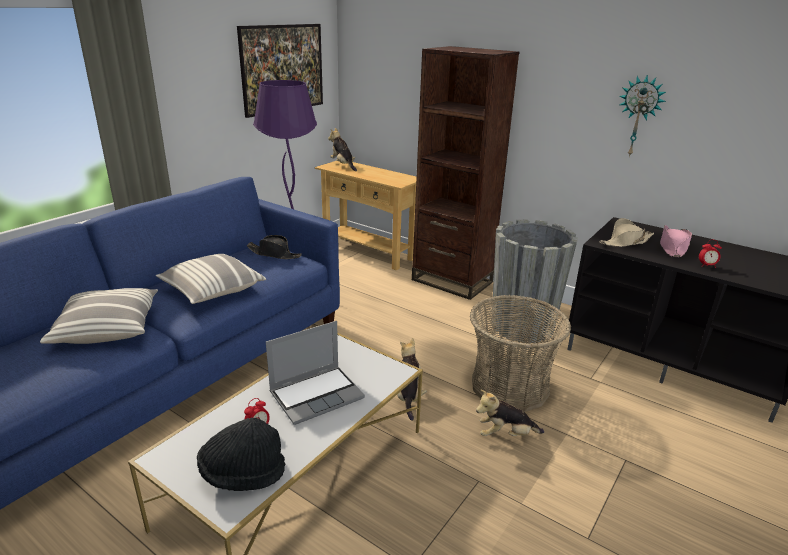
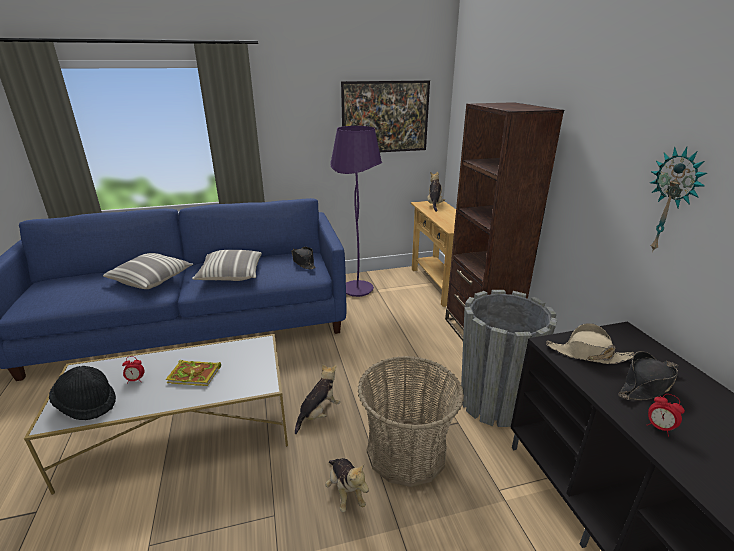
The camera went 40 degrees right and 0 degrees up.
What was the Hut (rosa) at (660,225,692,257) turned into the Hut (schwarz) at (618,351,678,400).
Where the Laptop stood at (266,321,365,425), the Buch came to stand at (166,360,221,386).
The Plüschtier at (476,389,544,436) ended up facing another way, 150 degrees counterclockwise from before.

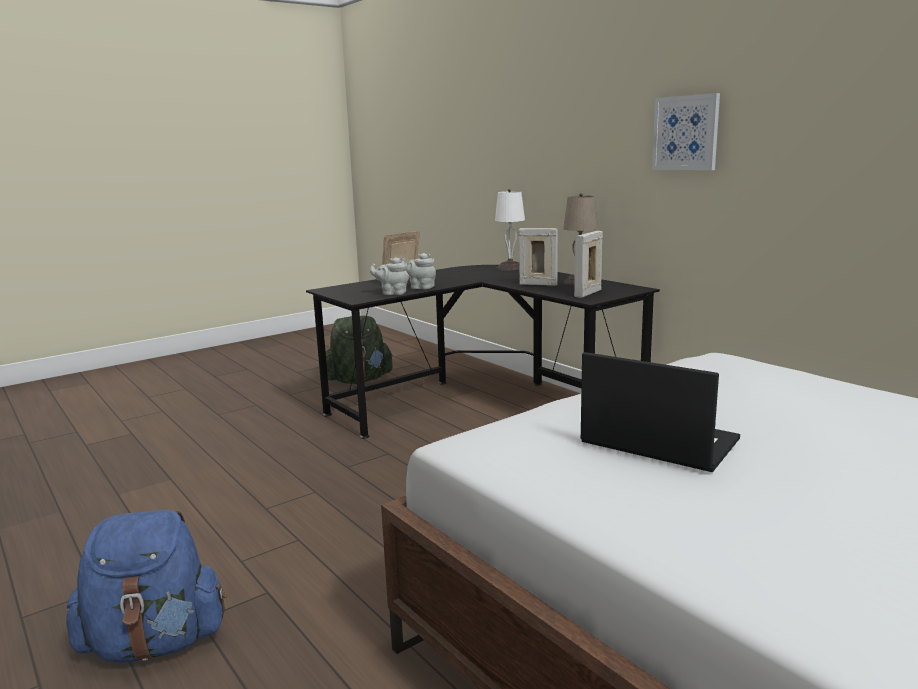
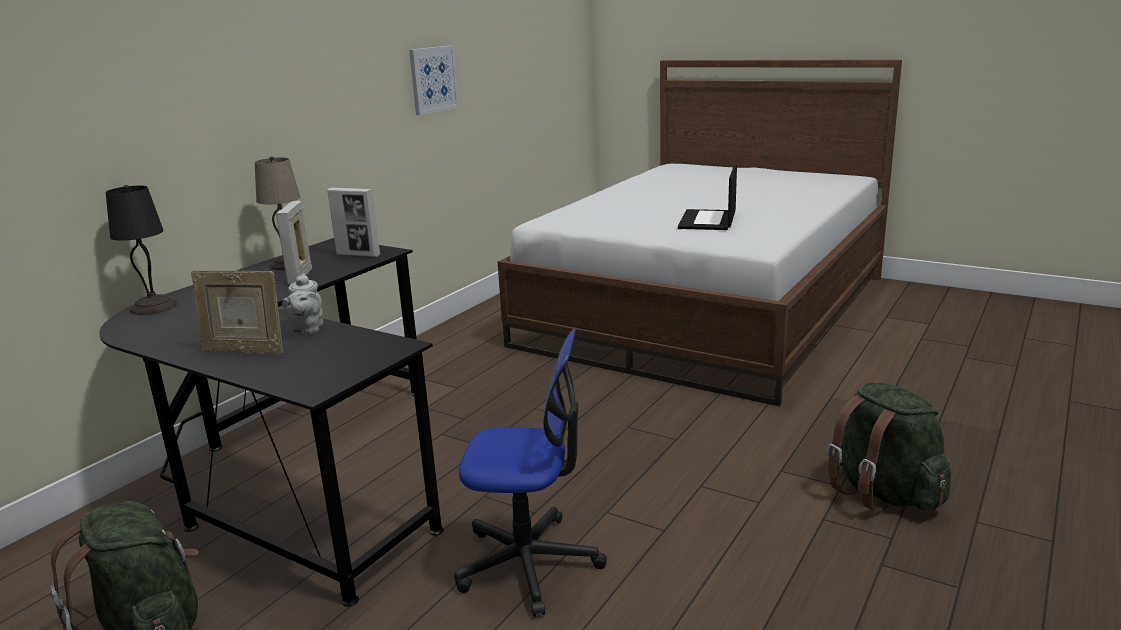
The camera went 110 degrees left and 5 degrees up.
The Bild ended up elsewhere, having gone from (652,93,720,170) to (409,45,459,115).
What was the Tischlampe (weiß) at (495,189,525,271) turned into the Tischlampe (schwarz) at (106,185,178,315).
The second view lost the Teekanne (grau) at (370,257,409,295).
What was the Rucksack (blau) at (66,510,227,662) turned into the Rucksack (grün) at (827,383,951,512).
The second view gained the Bürostuhl at (454,329,607,617).

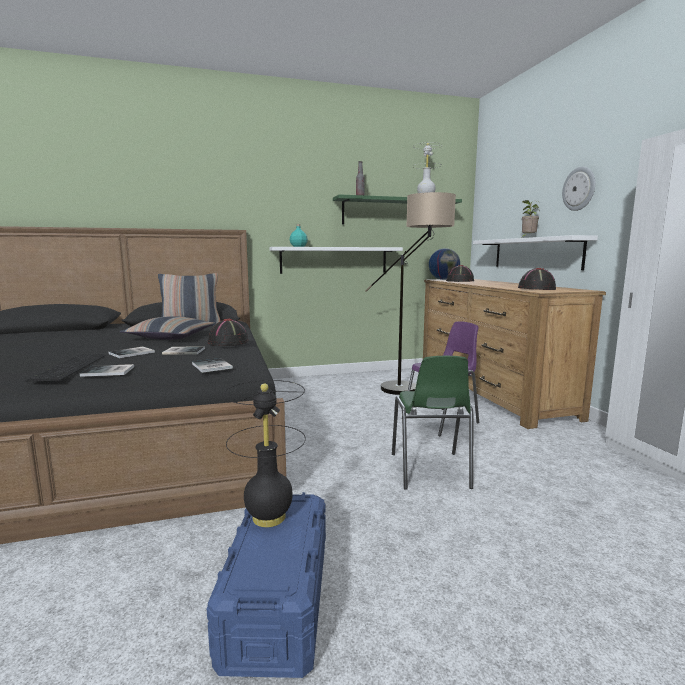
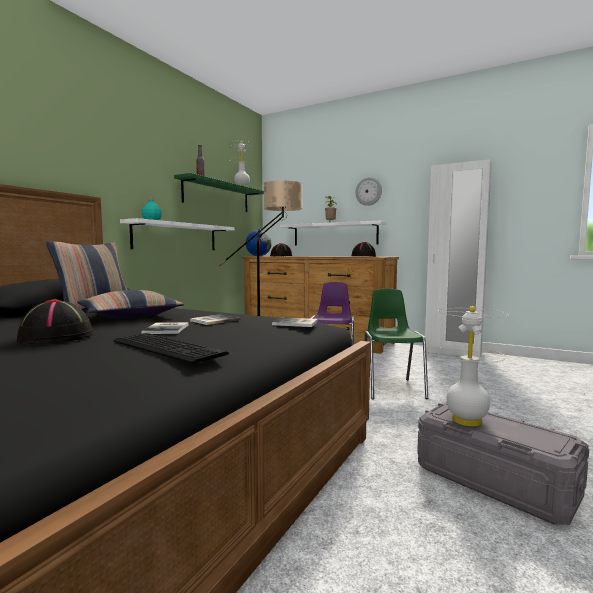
The camera went 45 degrees left and 5 degrees down.
The Hut (schwarz) ended up elsewhere, having gone from (208,318,249,346) to (17,299,93,344).
The Stuhl (grün) at (392,356,473,490) ended up facing another way, 135 degrees counterclockwise from before.
The second view lost the Buch at (80,364,134,377).
What was the Tischlampe (schwarz) at (223,380,306,527) turned into the Tischlampe (weiß) at (436,306,509,426).
What was the Aufbewahrungsbox (blau) at (206,492,326,678) turned into the Aufbewahrungsbox (grau) at (417,402,589,525).

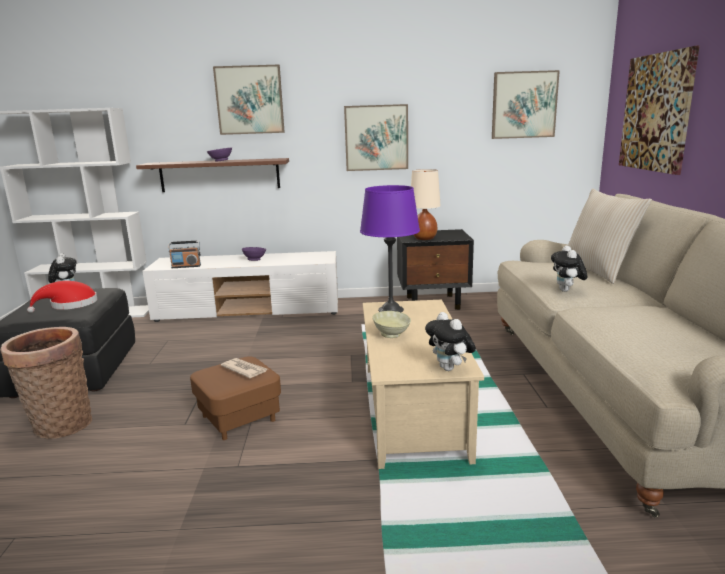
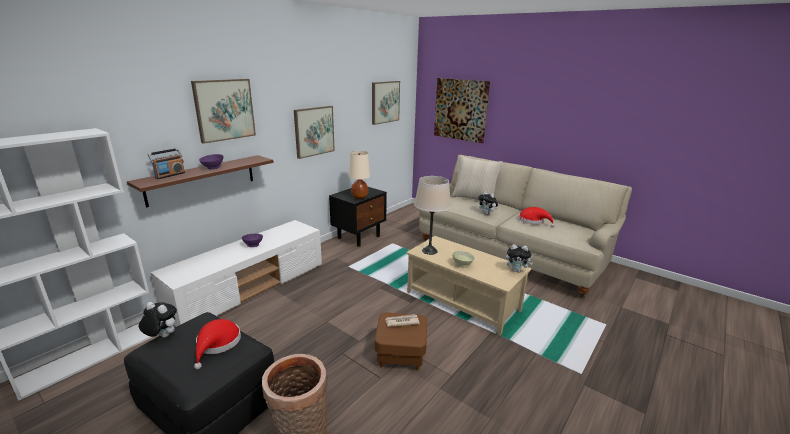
The camera went 50 degrees left and 5 degrees up.
What was the Tischlampe (lila) at (360,185,420,312) turned into the Tischlampe (beige) at (414,176,451,255).
The Radio ended up elsewhere, having gone from (168,241,201,268) to (148,148,185,179).
The second view gained the Hut (rot) at (518,207,555,227).

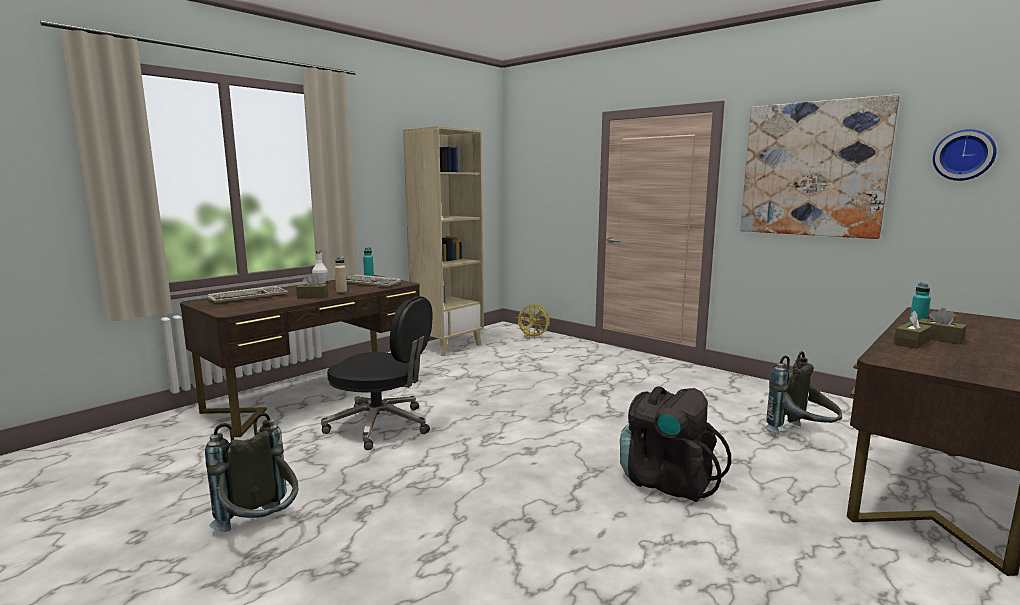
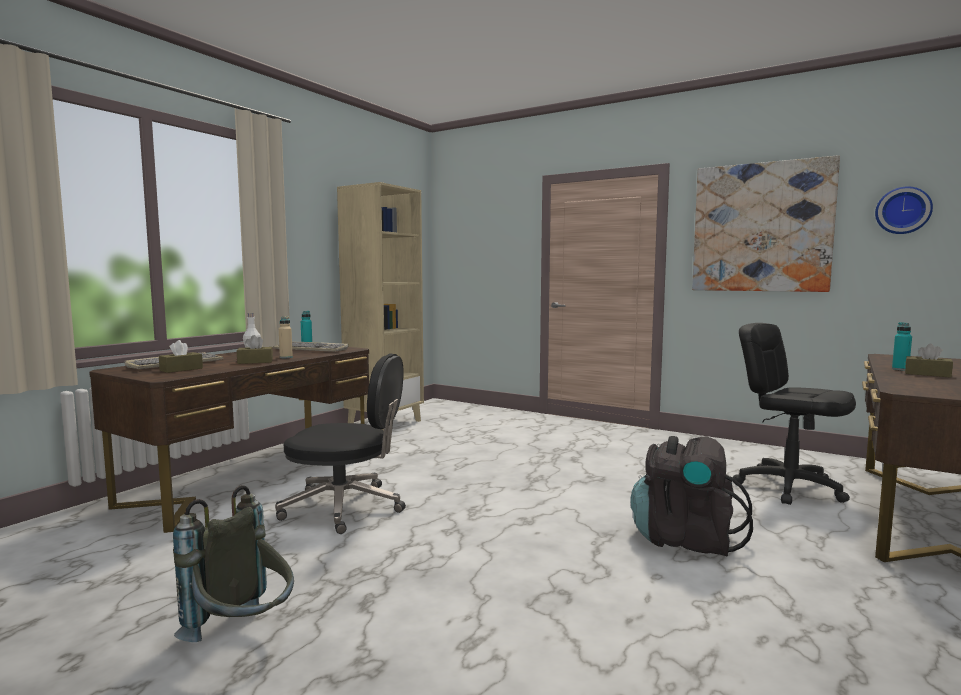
The camera went 10 degrees left and 5 degrees down.
The second view lost the Ventilator (gelb) at (517,304,550,339).
The Taschentuchbox (braun) ended up elsewhere, having gone from (894,311,932,349) to (159,340,203,373).
Where the Rucksack (grau) stood at (764,351,842,435), the Bürostuhl (schwarz) came to stand at (733,323,856,505).

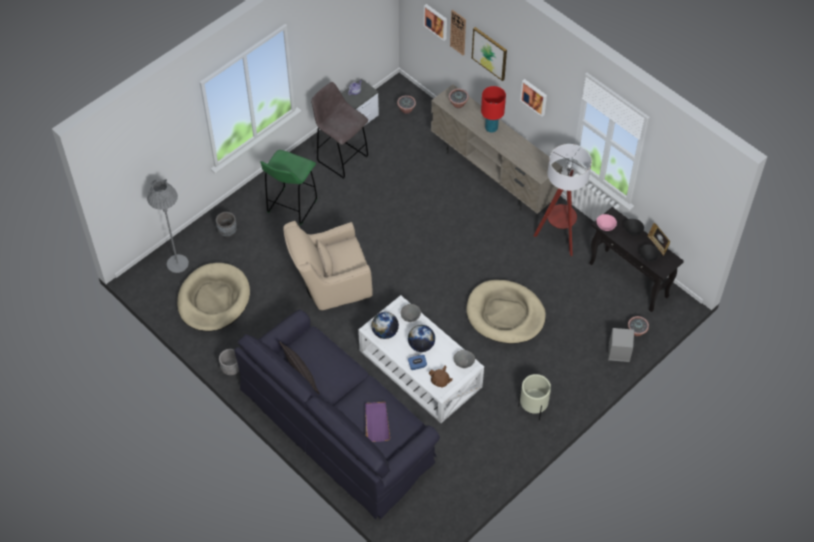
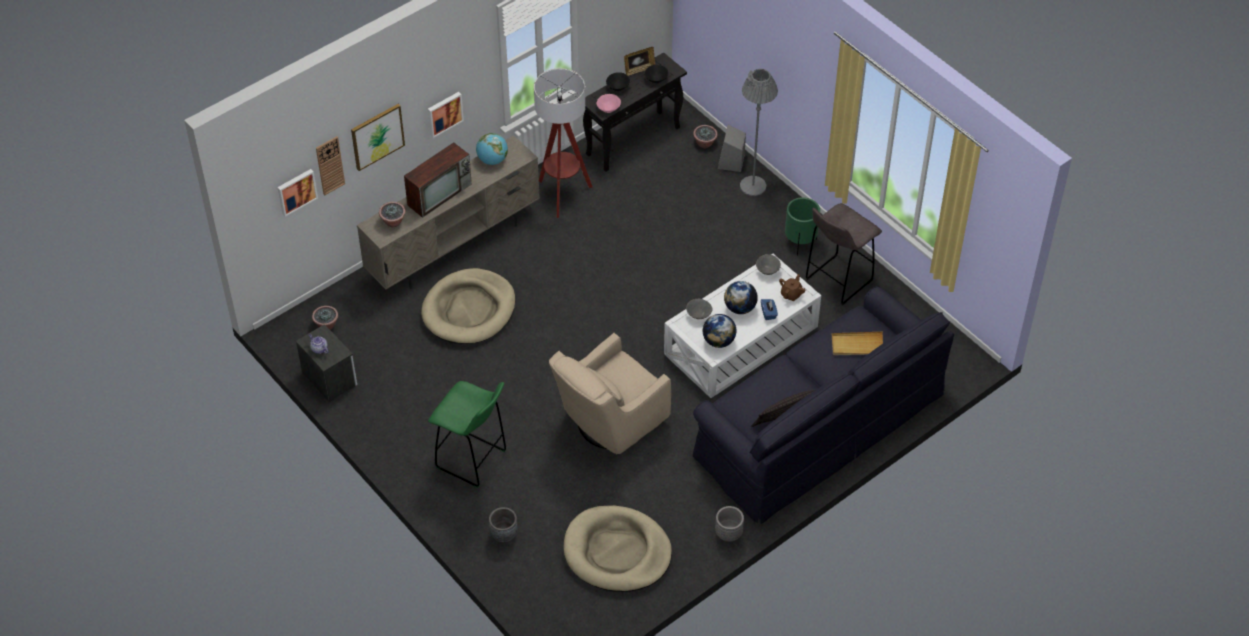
The camera went 85 degrees left and 5 degrees down.
The Hocker (grau) ended up elsewhere, having gone from (311,82,368,179) to (806,203,882,305).
Where the Tischlampe (rot) stood at (481,86,506,133), the Fernseher came to stand at (404,142,472,218).
The Stehlampe (grau) ended up elsewhere, having gone from (147,179,189,273) to (740,69,778,196).
The Sessel (beige) at (283,221,373,310) ended up facing another way, 60 degrees clockwise from before.
The Hundebett (beige) ended up elsewhere, having gone from (466,280,546,344) to (421,268,516,344).
What was the Pflanzkübel (beige) at (518,374,551,420) turned into the Pflanzkübel (grün) at (785,197,820,256).
What was the Tablett (lila) at (365,402,390,442) turned into the Tablett (beige) at (832,332,883,355).
The second view gained the Globus at (476,133,508,165).

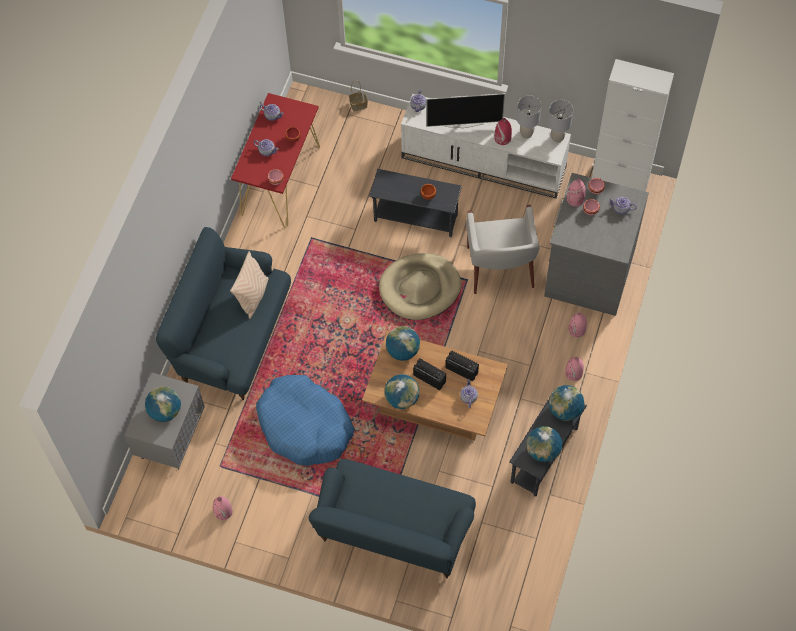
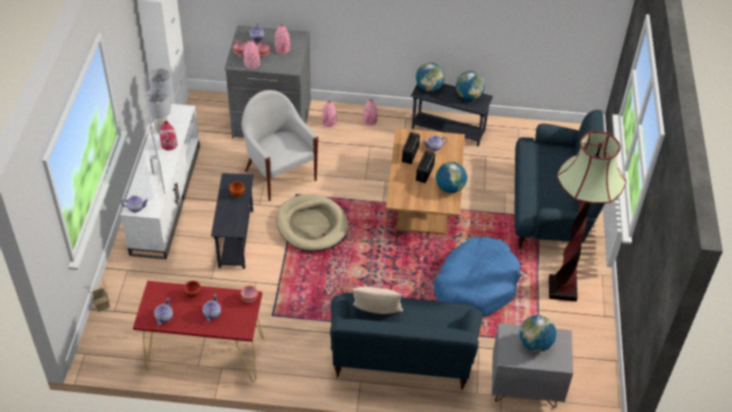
The camera went 105 degrees left and 15 degrees down.
The Sessel (weiß) at (466,205,540,294) ended up facing another way, 105 degrees counterclockwise from before.
The second view lost the Globus at (386,326,420,361).
The Vase (rosa) ended up elsewhere, having gone from (213,496,232,520) to (274,24,290,54).
The second view gained the Stehlampe at (549,131,626,301).

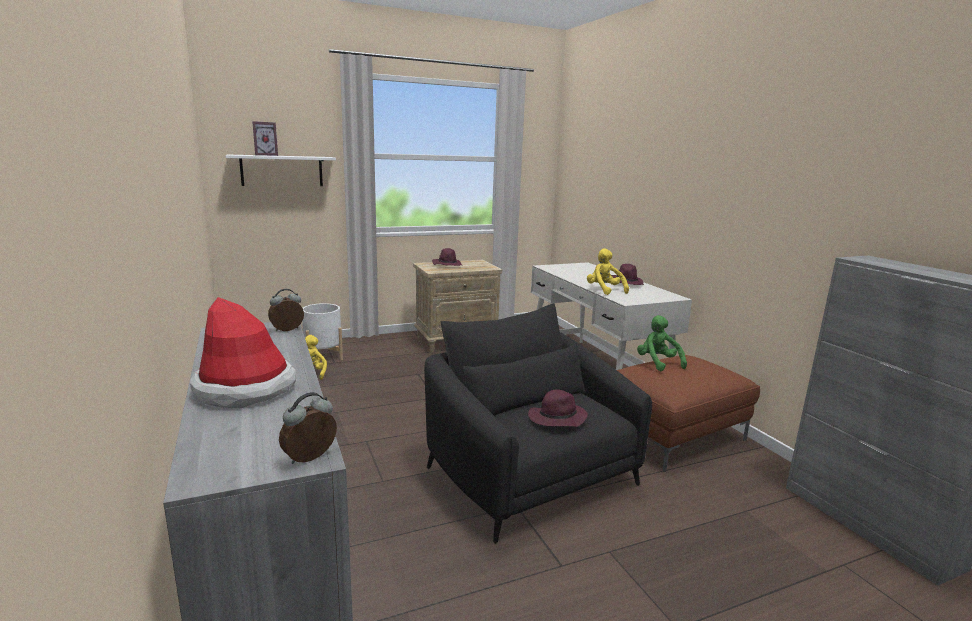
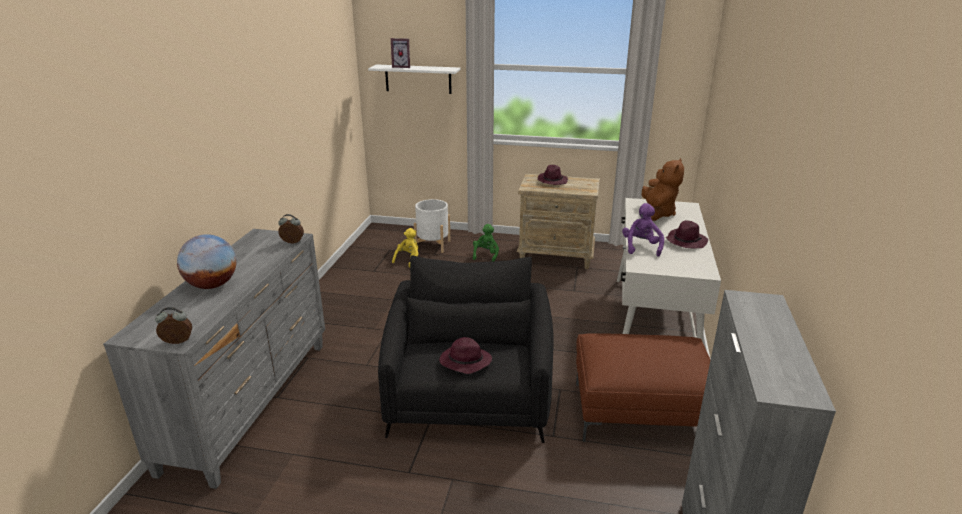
The camera went 35 degrees right and 10 degrees up.
What was the Plüschtier (gelb) at (587,248,629,295) turned into the Plüschtier (lila) at (622,203,664,257).
Where the Hut stood at (190,297,296,409), the Globus came to stand at (177,234,237,289).
The Plüschtier (grün) ended up elsewhere, having gone from (637,315,687,371) to (473,224,499,262).
The second view gained the Plüschtier (braun) at (642,158,684,221).

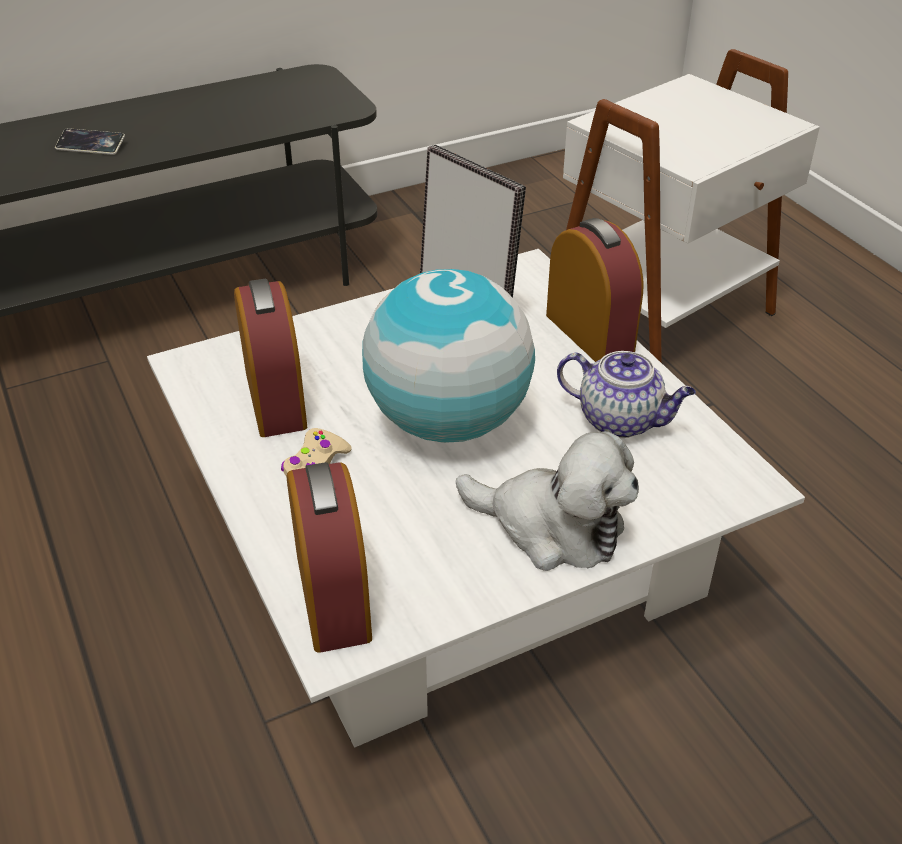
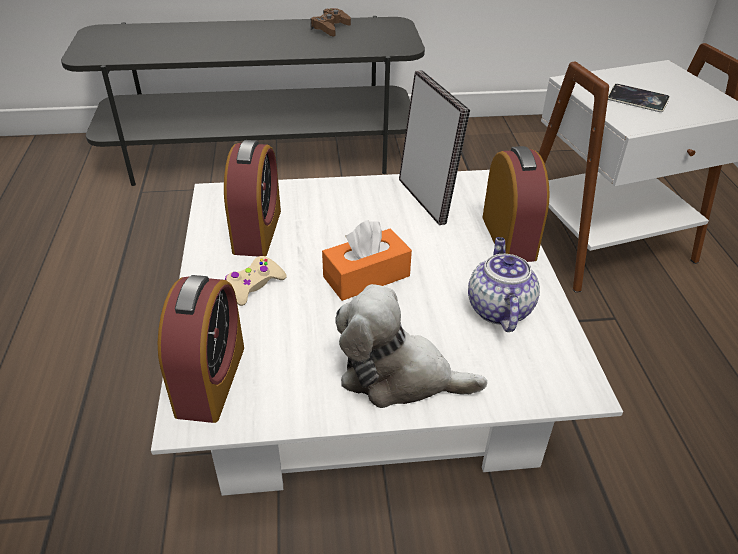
The camera went 20 degrees right and 0 degrees up.
The Handy ended up elsewhere, having gone from (55,128,125,155) to (608,84,670,112).
Where the Globus stood at (362,269,535,443), the Taschentuchbox (orange) came to stand at (322,220,412,301).
The Teekanne at (557,351,696,438) ended up facing another way, 135 degrees counterclockwise from before.
The Plüschtier at (456,431,639,571) ended up facing another way, 150 degrees clockwise from before.
The second view gained the Gamepad (braun) at (310,8,351,37).

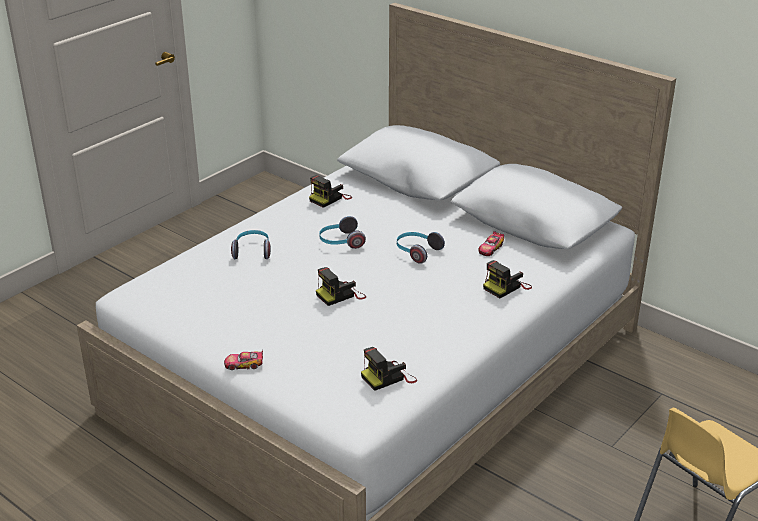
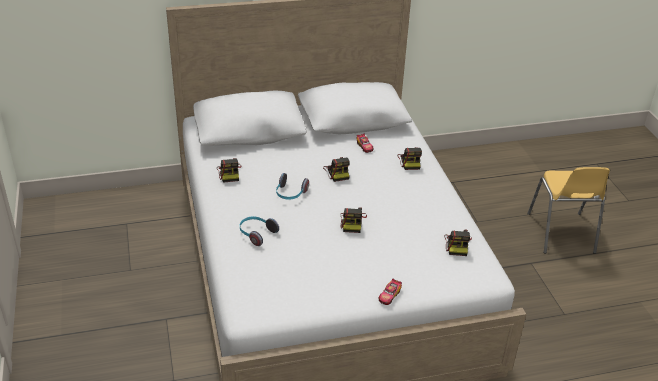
The camera went 55 degrees left and 5 degrees up.
Where the Kopfhörer stood at (397,232,445,264), the Kamera came to stand at (323,157,350,182).

